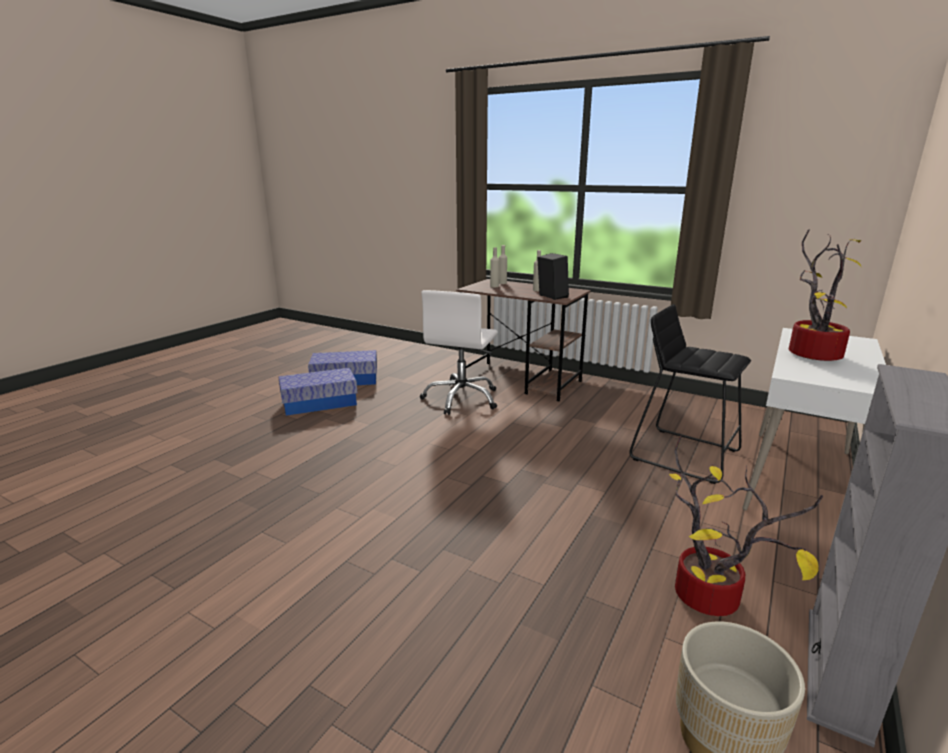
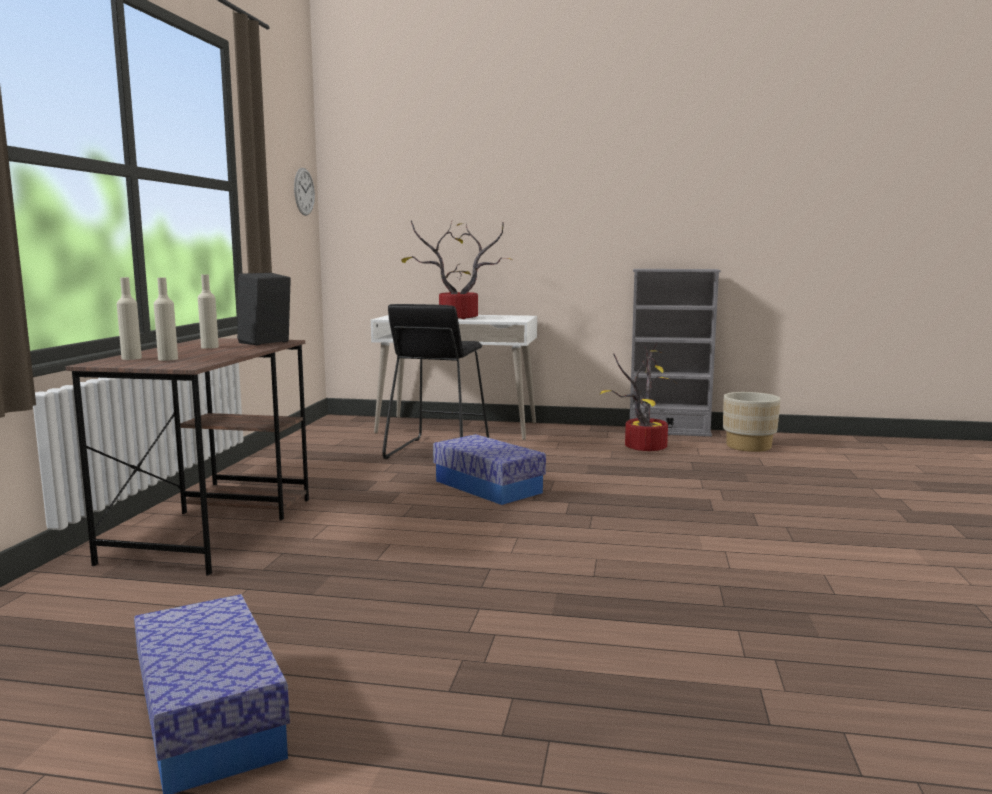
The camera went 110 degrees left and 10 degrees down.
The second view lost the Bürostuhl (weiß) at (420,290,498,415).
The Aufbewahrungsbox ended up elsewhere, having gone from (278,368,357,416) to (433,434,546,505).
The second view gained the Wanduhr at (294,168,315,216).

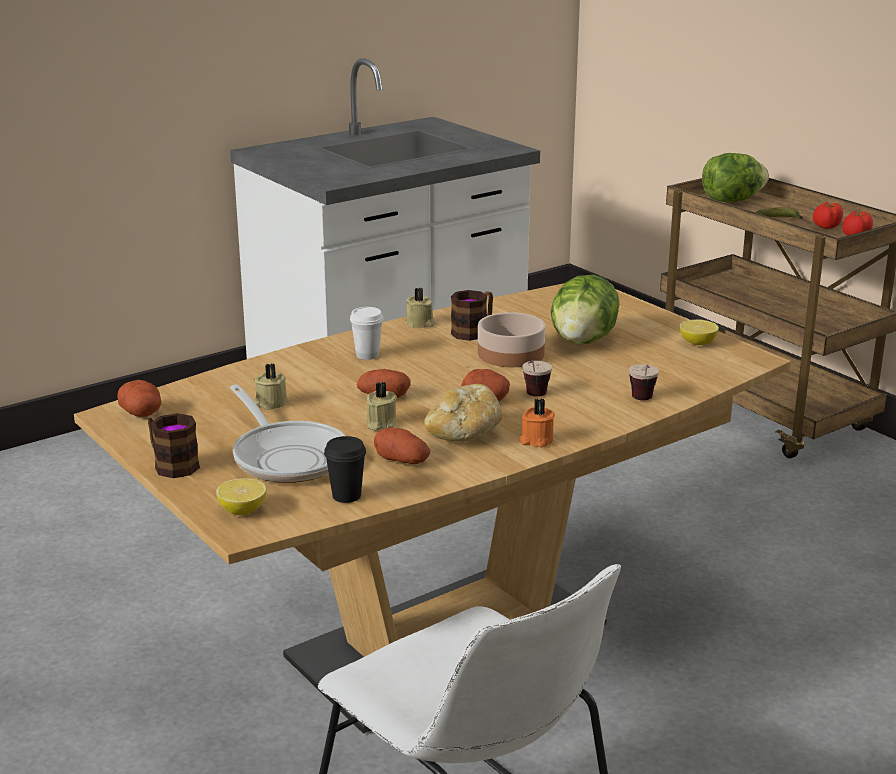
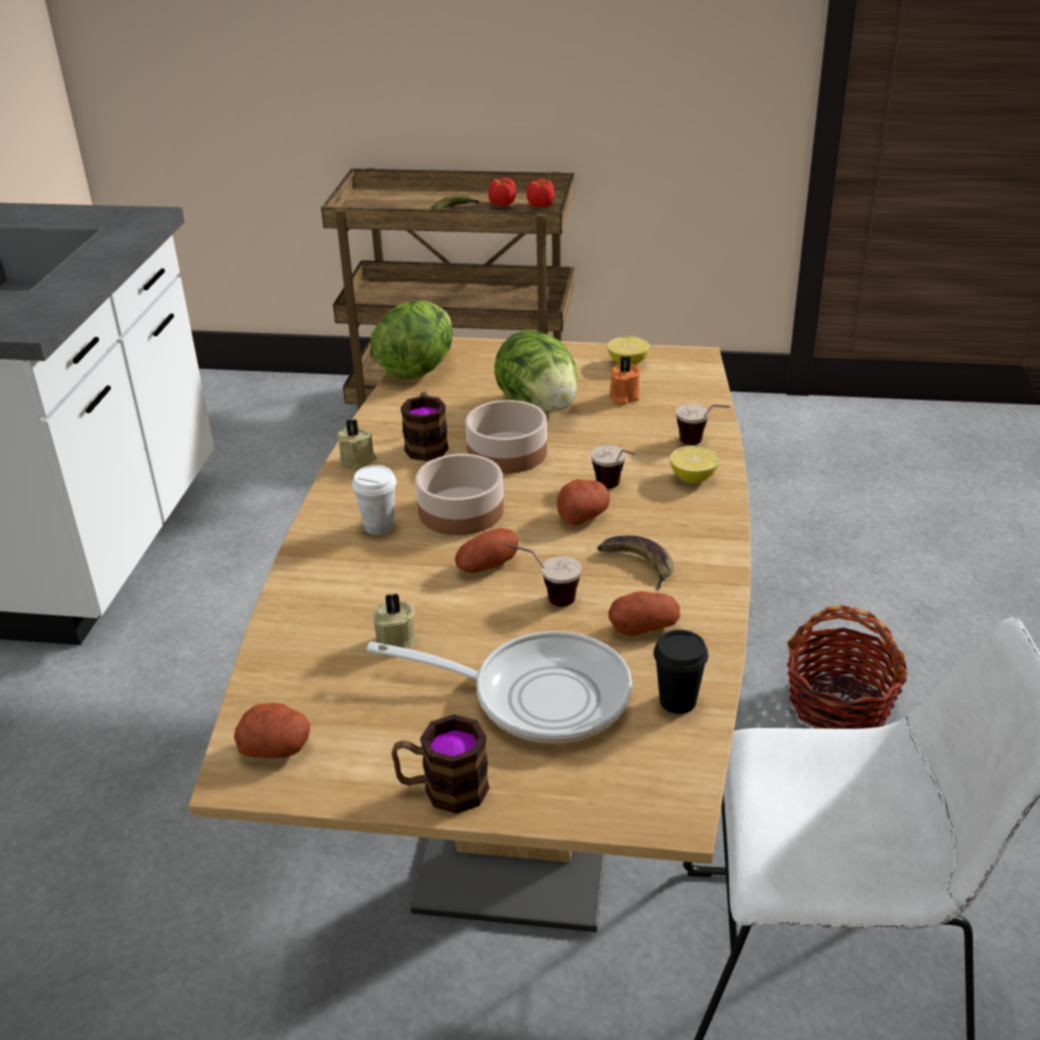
The camera went 45 degrees left and 10 degrees up.
The Salatkopf ended up elsewhere, having gone from (702,153,769,203) to (370,301,453,379).
Where the Kerze (beige) stood at (367,382,397,431), the Tasse came to stand at (508,544,582,607).
Where the Brot stood at (424,384,503,442), the Banane came to stand at (597,535,673,591).
The Kerze (orange) ended up elsewhere, having gone from (519,399,555,447) to (610,356,641,405).
The Zitrone ended up elsewhere, having gone from (216,478,267,515) to (670,446,719,483).
The second view gained the Schüssel at (415,454,504,535).
The second view gained the Korb at (787,605,908,729).

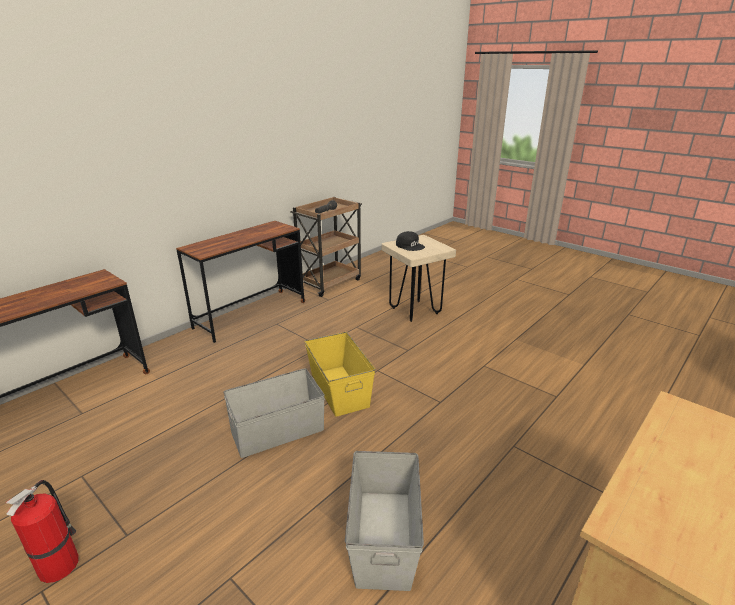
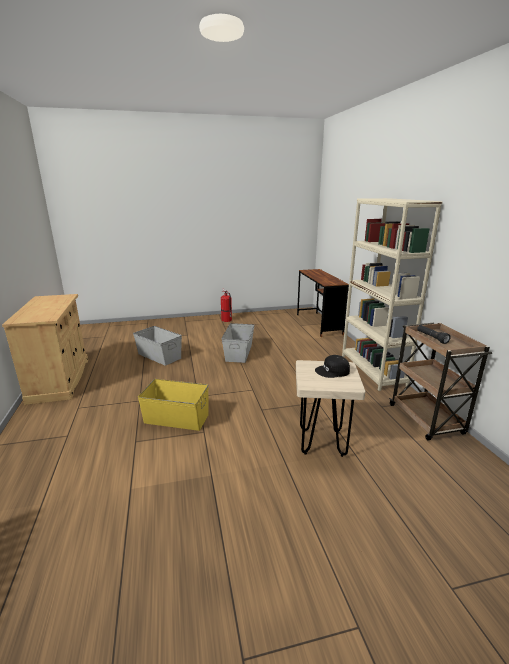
The camera went 125 degrees right and 5 degrees down.
Where the Schreibtisch (braun) stood at (176,221,305,343), the Bücherregal (beige) came to stand at (342,198,443,391).
The Aufbewahrungsbox (gelb) ended up elsewhere, having gone from (304,332,375,417) to (138,379,209,431).

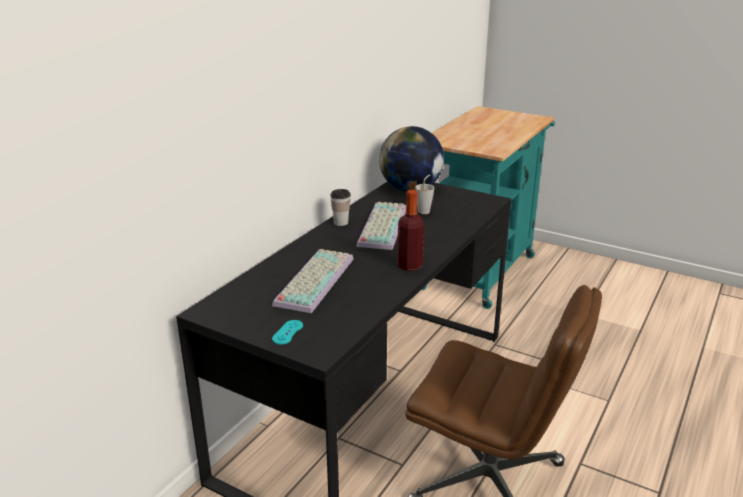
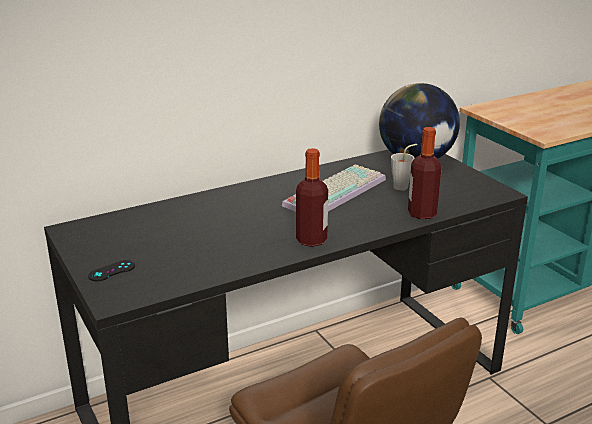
The camera went 30 degrees right and 0 degrees up.
The second view lost the Tasse at (330,189,351,226).
The second view lost the Tastatur at (272,249,353,313).
What was the Gamepad (türkis) at (272,320,303,345) turned into the Gamepad (schwarz) at (88,260,135,281).
The second view gained the Flasche at (408,127,441,219).

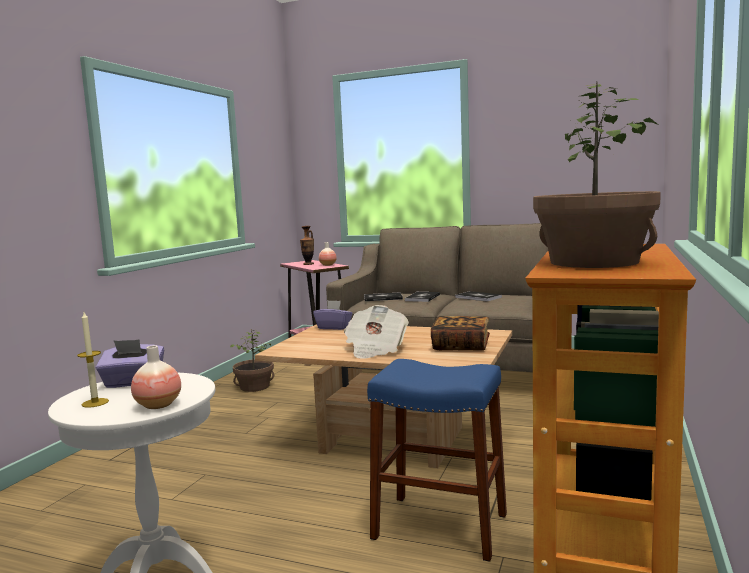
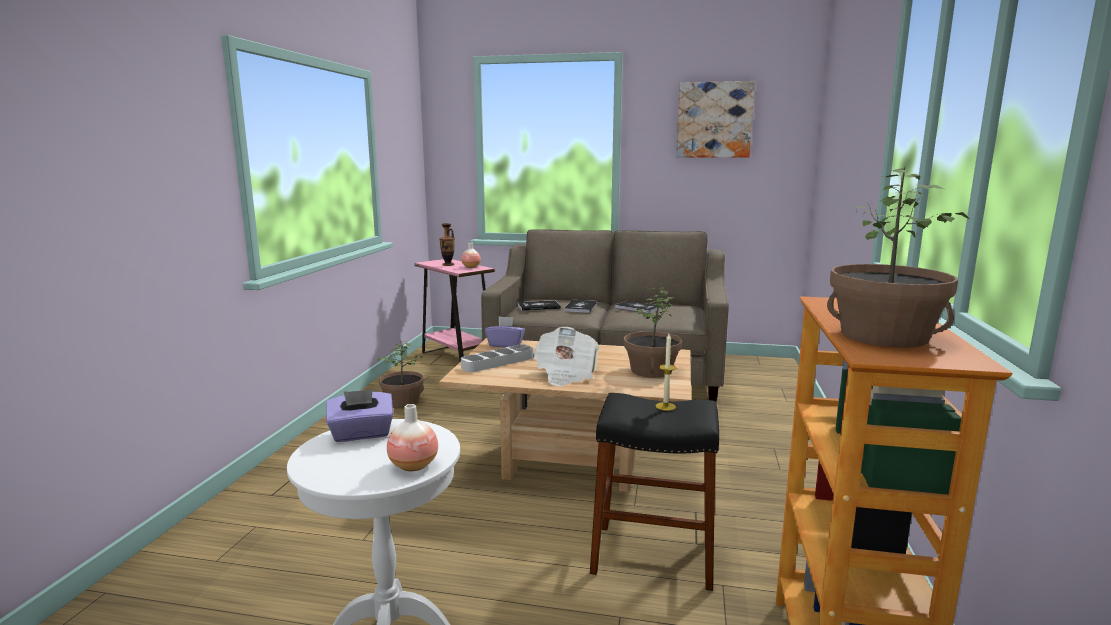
The camera went 10 degrees left and 5 degrees up.
The Kerze ended up elsewhere, having gone from (77,312,109,408) to (655,334,676,411).
Where the Buch stood at (431,316,490,351), the Topfpflanze came to stand at (623,287,682,378).
What was the Hocker (blau) at (367,359,507,562) turned into the Hocker (schwarz) at (590,393,719,591).
The second view gained the Bild at (676,81,755,158).
The second view gained the Tablett (grau) at (461,344,533,372).

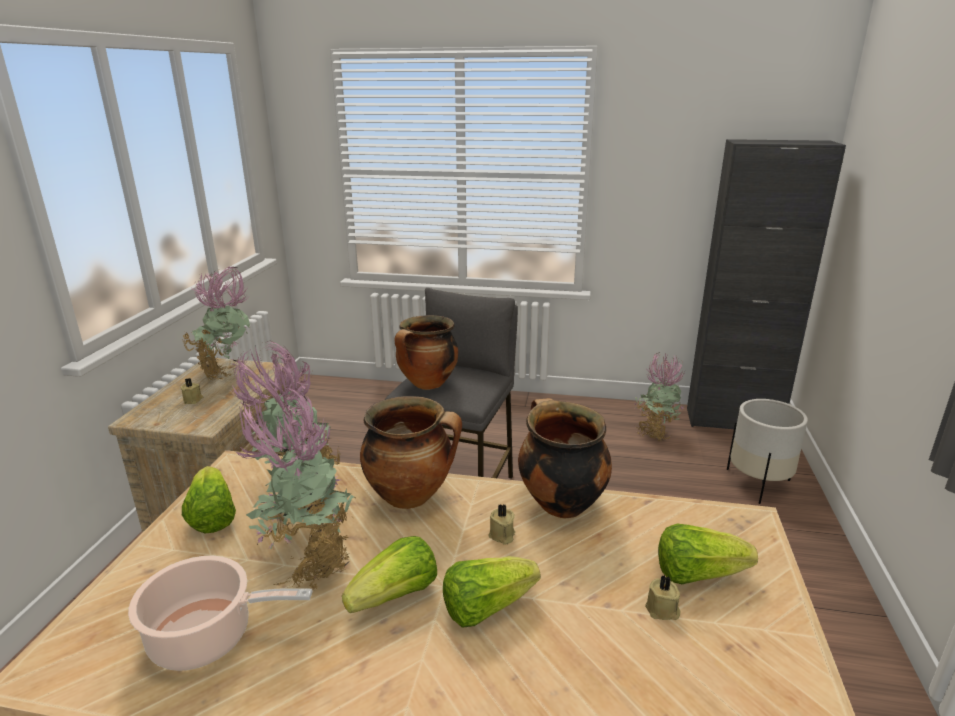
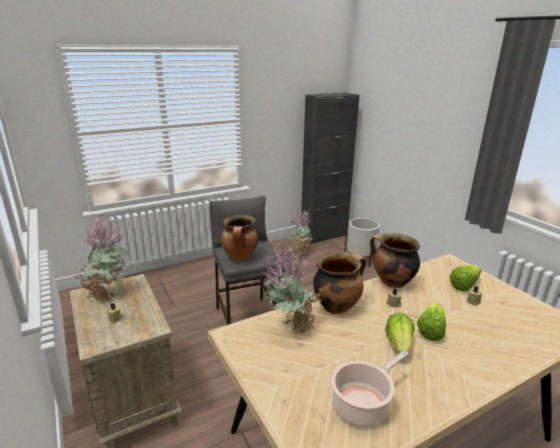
The camera went 40 degrees left and 0 degrees up.
The second view lost the Topfpflanze at (236,386,355,589).
The second view lost the Salatkopf at (182,466,236,533).

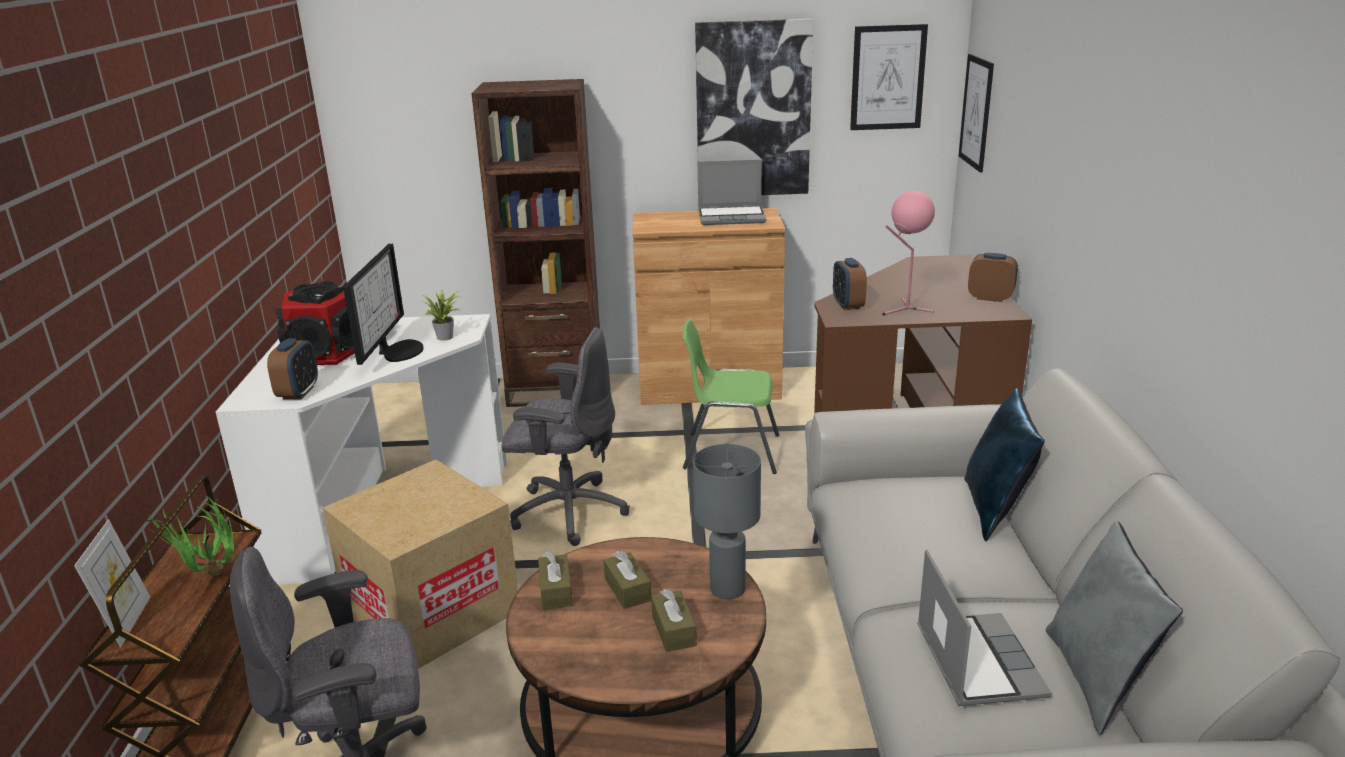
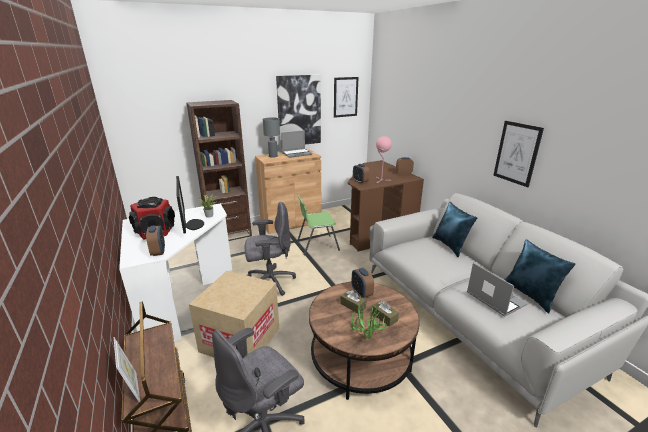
The camera went 25 degrees left and 0 degrees up.
The Bild ended up elsewhere, having gone from (959,54,994,173) to (493,121,544,187).
The Tischlampe (grau) ended up elsewhere, having gone from (693,444,761,599) to (263,117,280,158).
The Topfpflanze ended up elsewhere, having gone from (146,496,234,576) to (349,302,389,339).
What was the Kissen (grau) at (1046,521,1183,735) turned into the Kissen (blau) at (505,239,576,313).
The second view lost the Taschentuchbox (braun) at (538,552,573,610).
The second view gained the Wecker at (352,268,374,298).

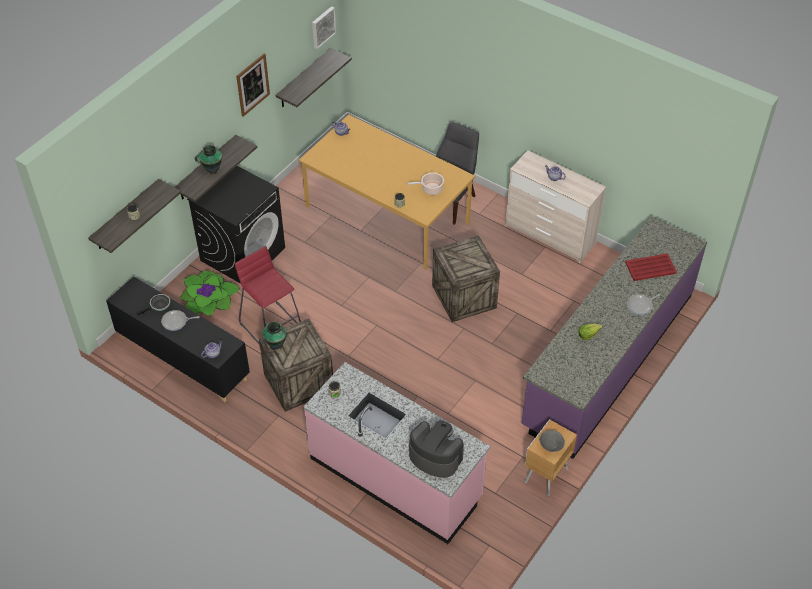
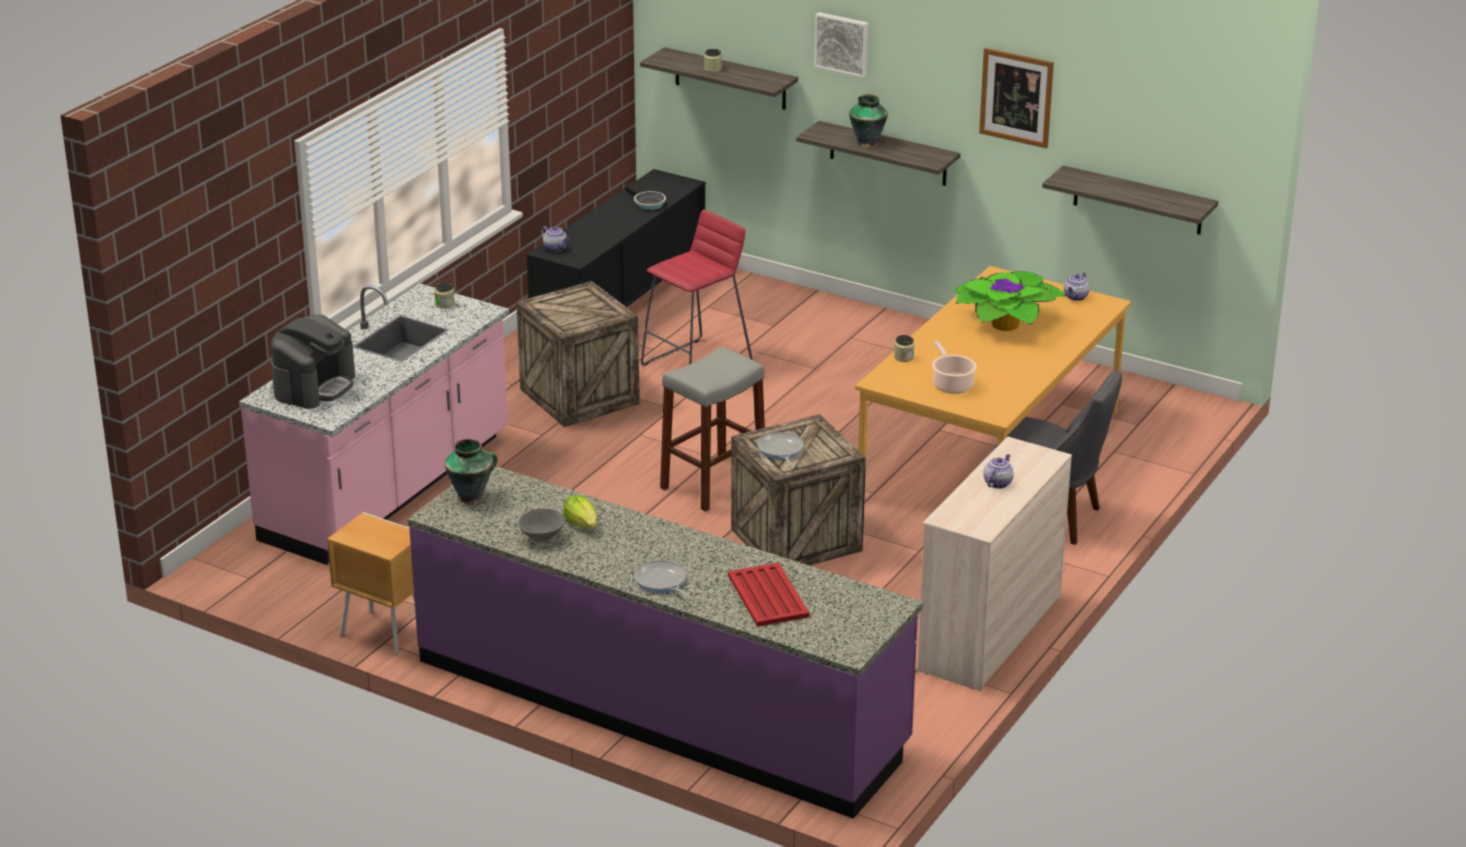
The camera went 85 degrees right and 20 degrees down.
The Bild ended up elsewhere, having gone from (312,6,336,49) to (814,12,869,78).
The second view lost the Waschmaschine (schwarz) at (187,166,285,284).
The Topfpflanze ended up elsewhere, having gone from (180,271,240,316) to (955,271,1066,331).
The Pfanne ended up elsewhere, having gone from (161,310,200,331) to (757,432,804,466).
The Vase ended up elsewhere, having gone from (262,321,287,351) to (445,439,498,503).
The Schüssel (grau) ended up elsewhere, having gone from (540,430,565,452) to (518,508,565,542).
The second view gained the Hocker (grau) at (660,346,765,512).

